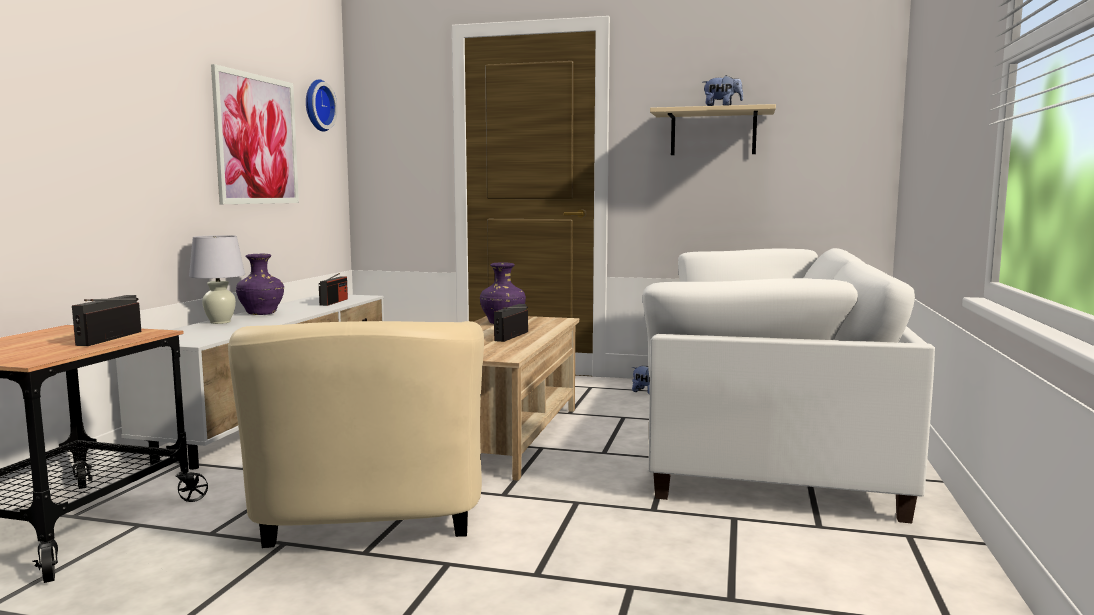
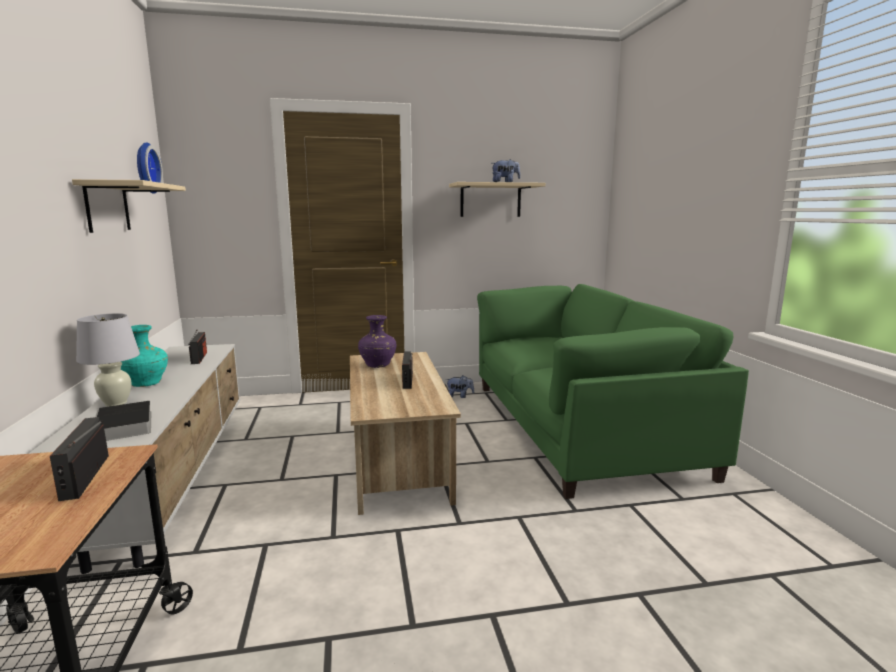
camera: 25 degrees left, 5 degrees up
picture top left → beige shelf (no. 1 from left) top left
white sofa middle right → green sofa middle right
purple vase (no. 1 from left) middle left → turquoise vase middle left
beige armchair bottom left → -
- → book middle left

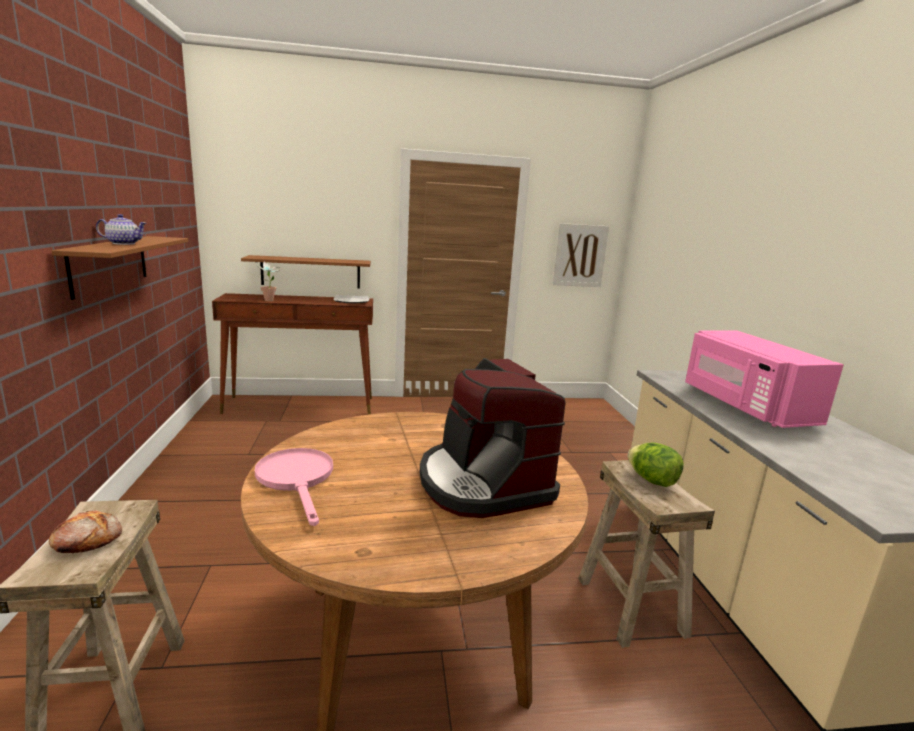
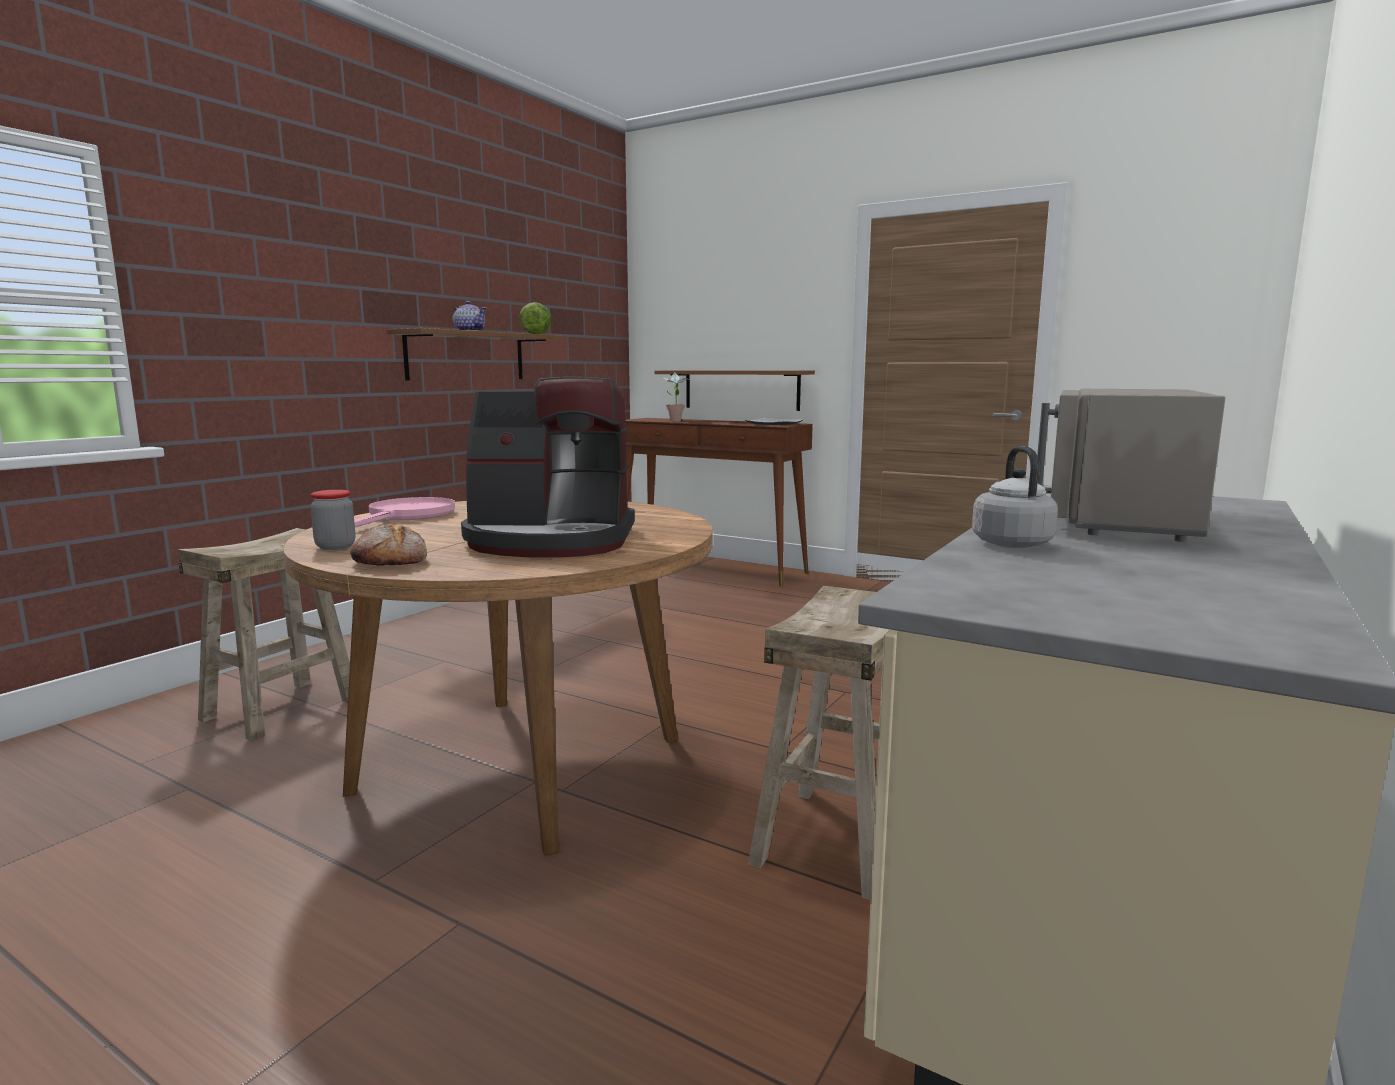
camera: 40 degrees right, 5 degrees down
picture centre → -
pink microwave middle right → grey microwave middle right
coffee machine centre, 105 degrees counterclockwise
lettuce middle right → lettuce top centre, shifted
bread bottom left → bread middle left, shifted
- → grey kettle middle right
- → jar middle left

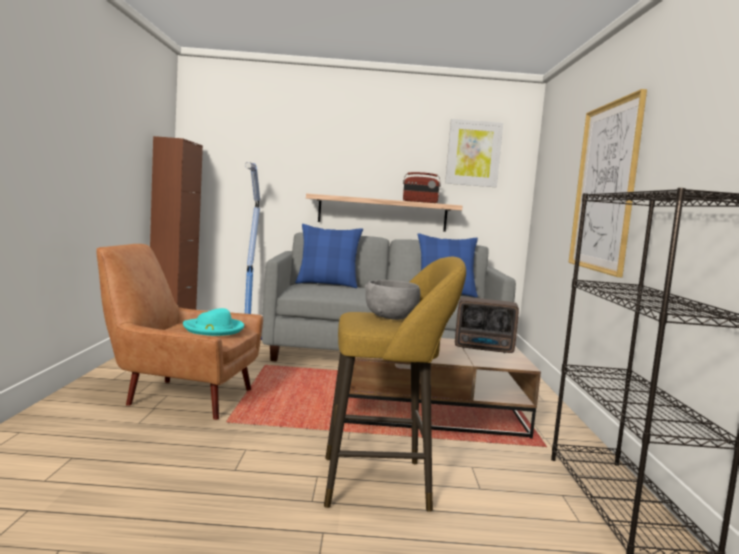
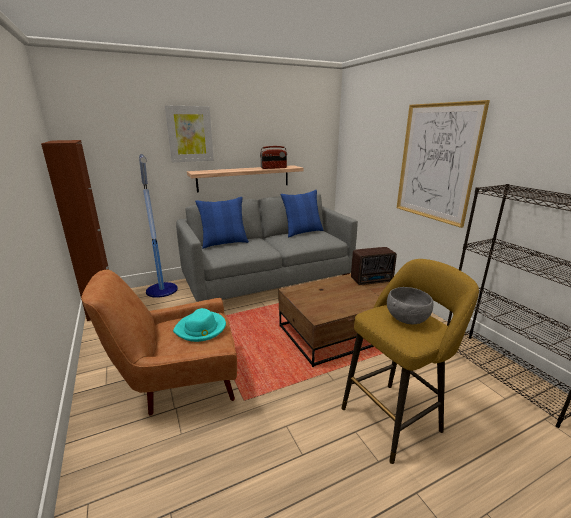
camera: 25 degrees left, 15 degrees up
picture (no. 1 from left) top centre → picture (no. 1 from left) top left, shifted

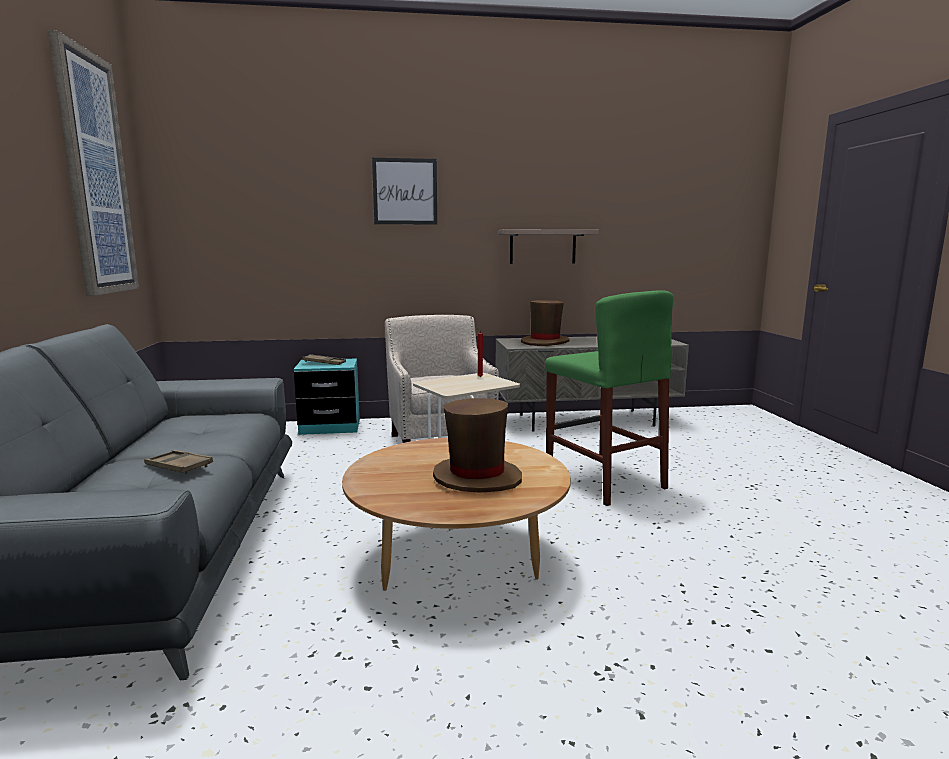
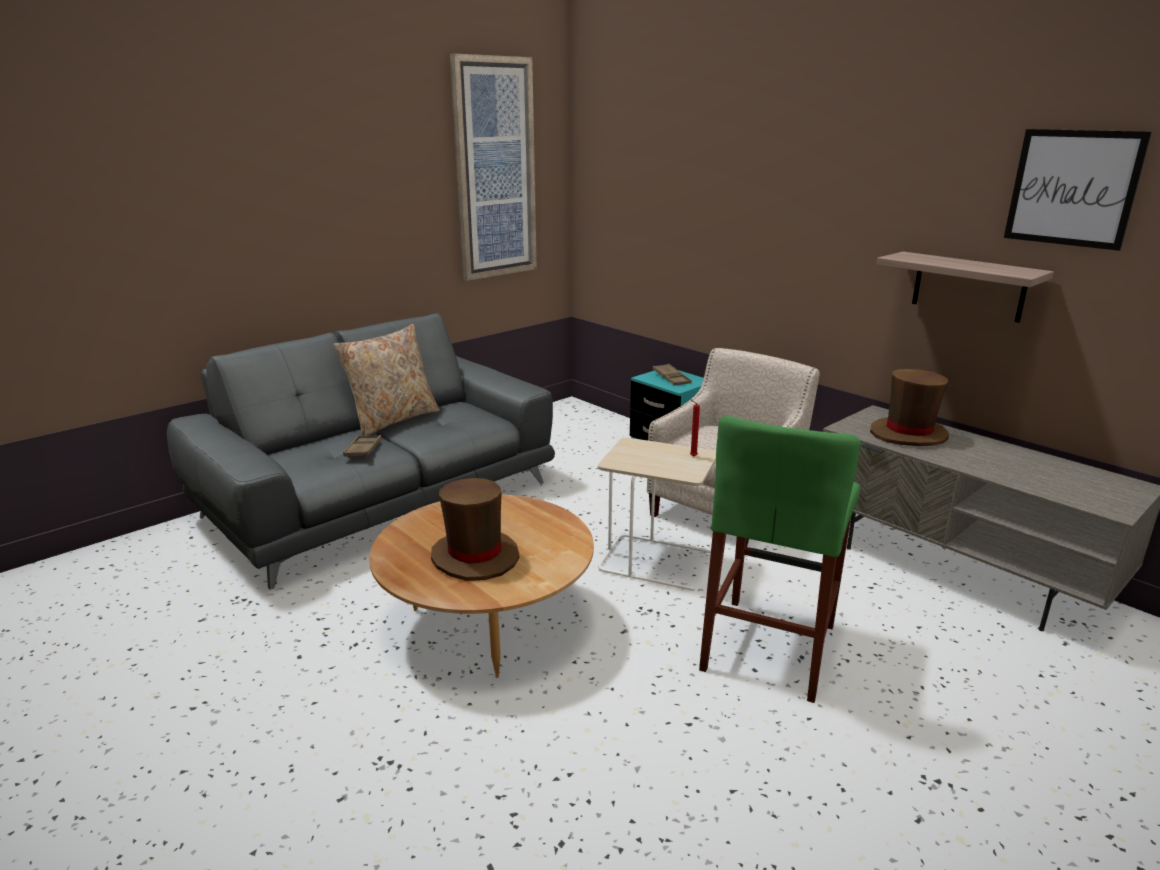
camera: 55 degrees right, 10 degrees up
picture (no. 2 from left) top centre → picture (no. 2 from left) top right, shifted
- → beige pillow middle left

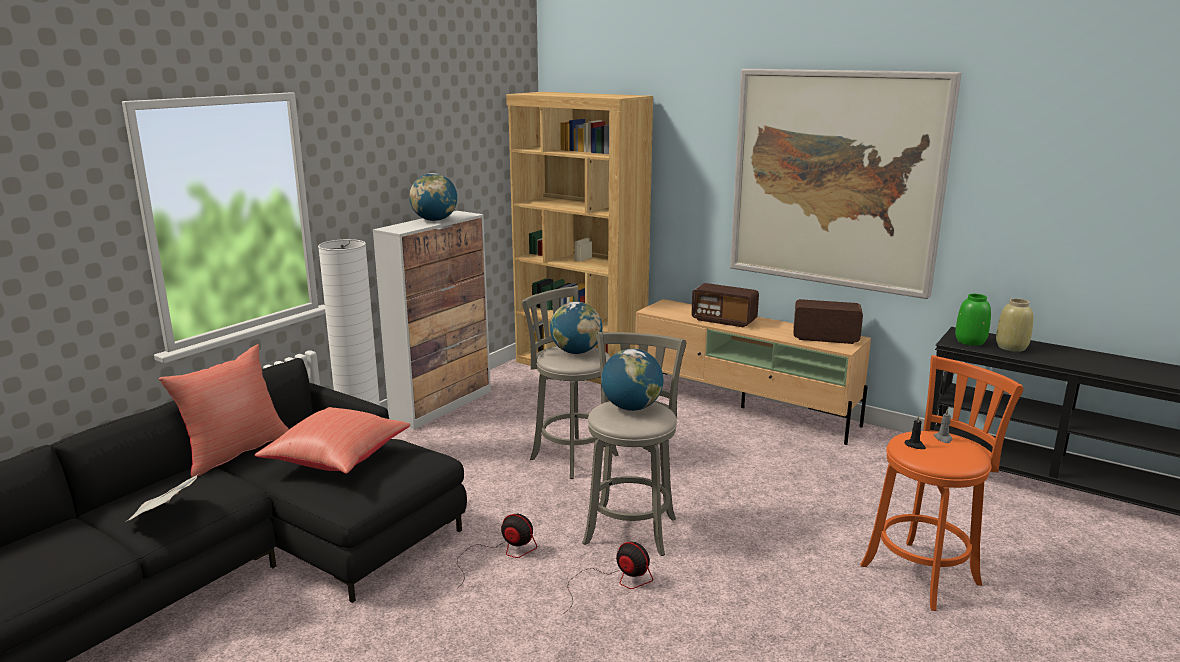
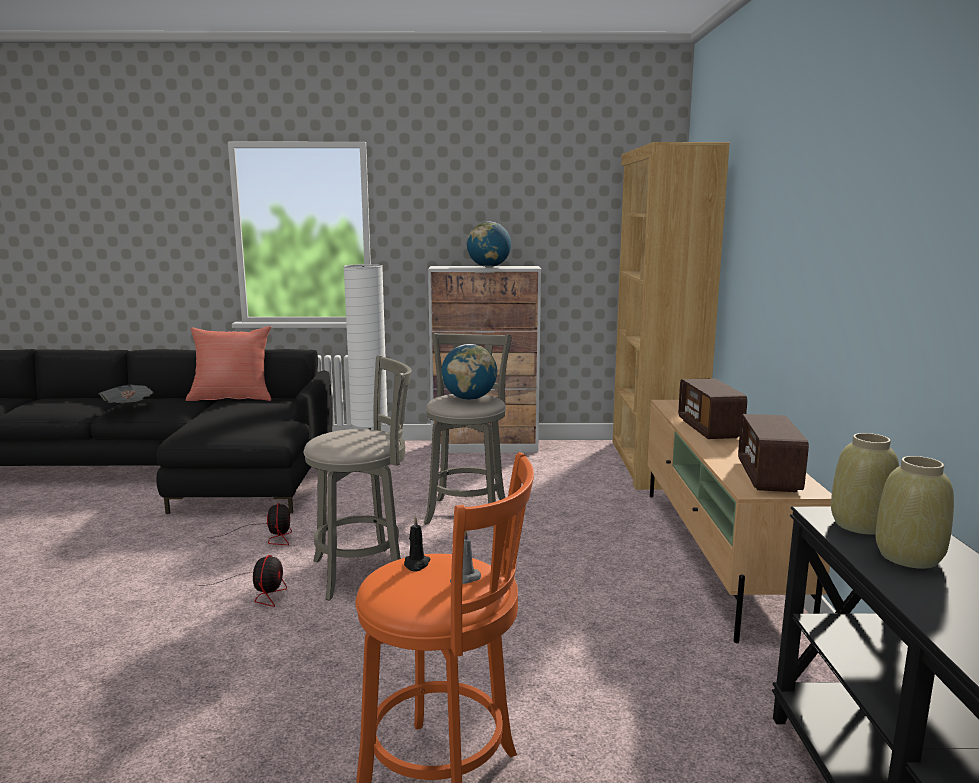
camera: 55 degrees right, 5 degrees down
picture top right → -
green vase middle right → beige vase (no. 1 from left) middle right
radio (no. 2 from left) middle right, 150 degrees counterclockwise
globe (no. 3 from left) centre → -
red pillow (no. 2 from left) middle left → -

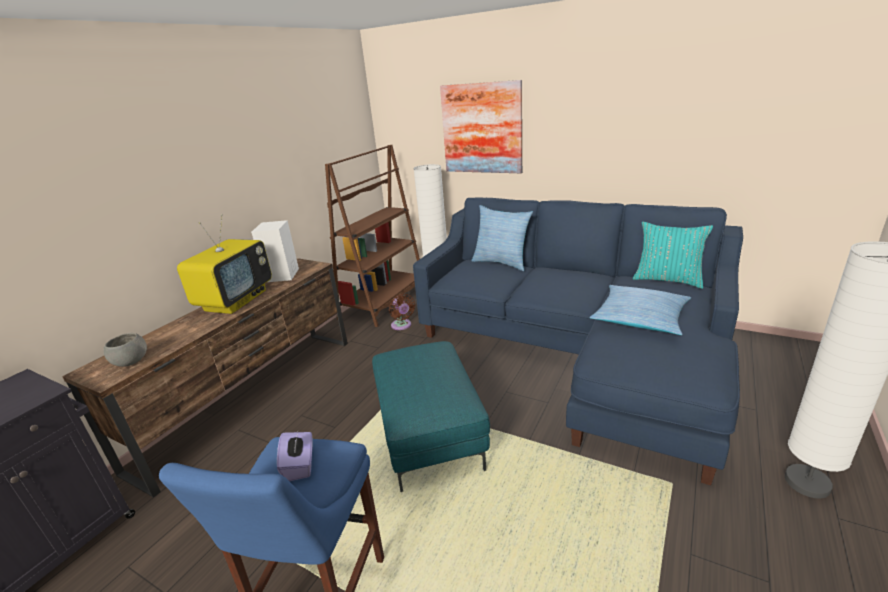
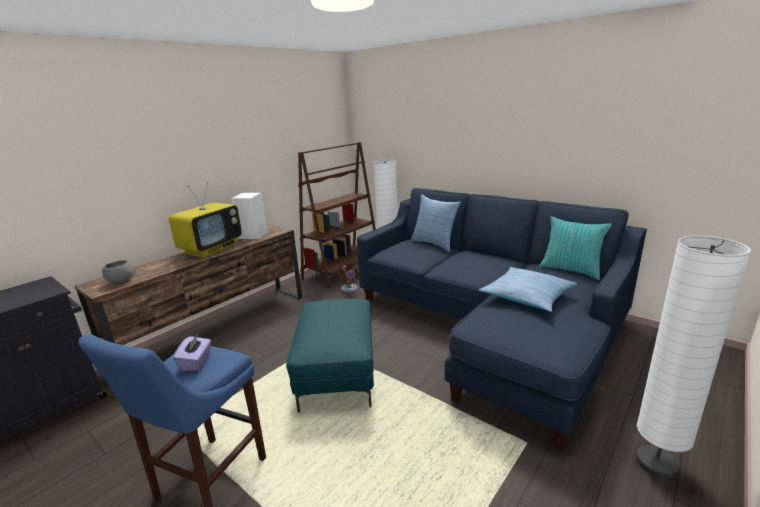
camera: 10 degrees right, 5 degrees down
picture top centre → -

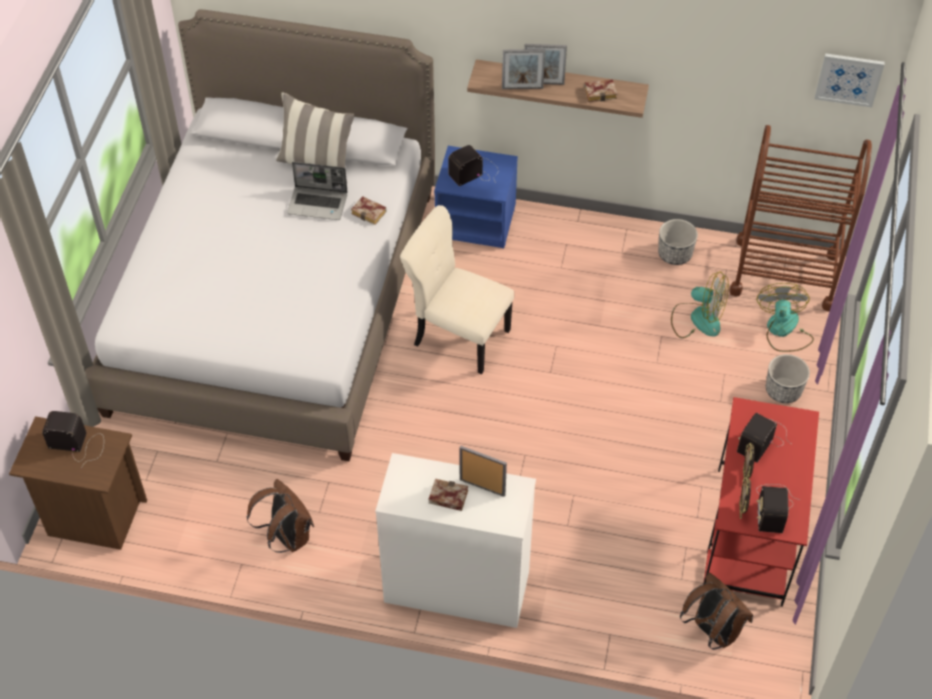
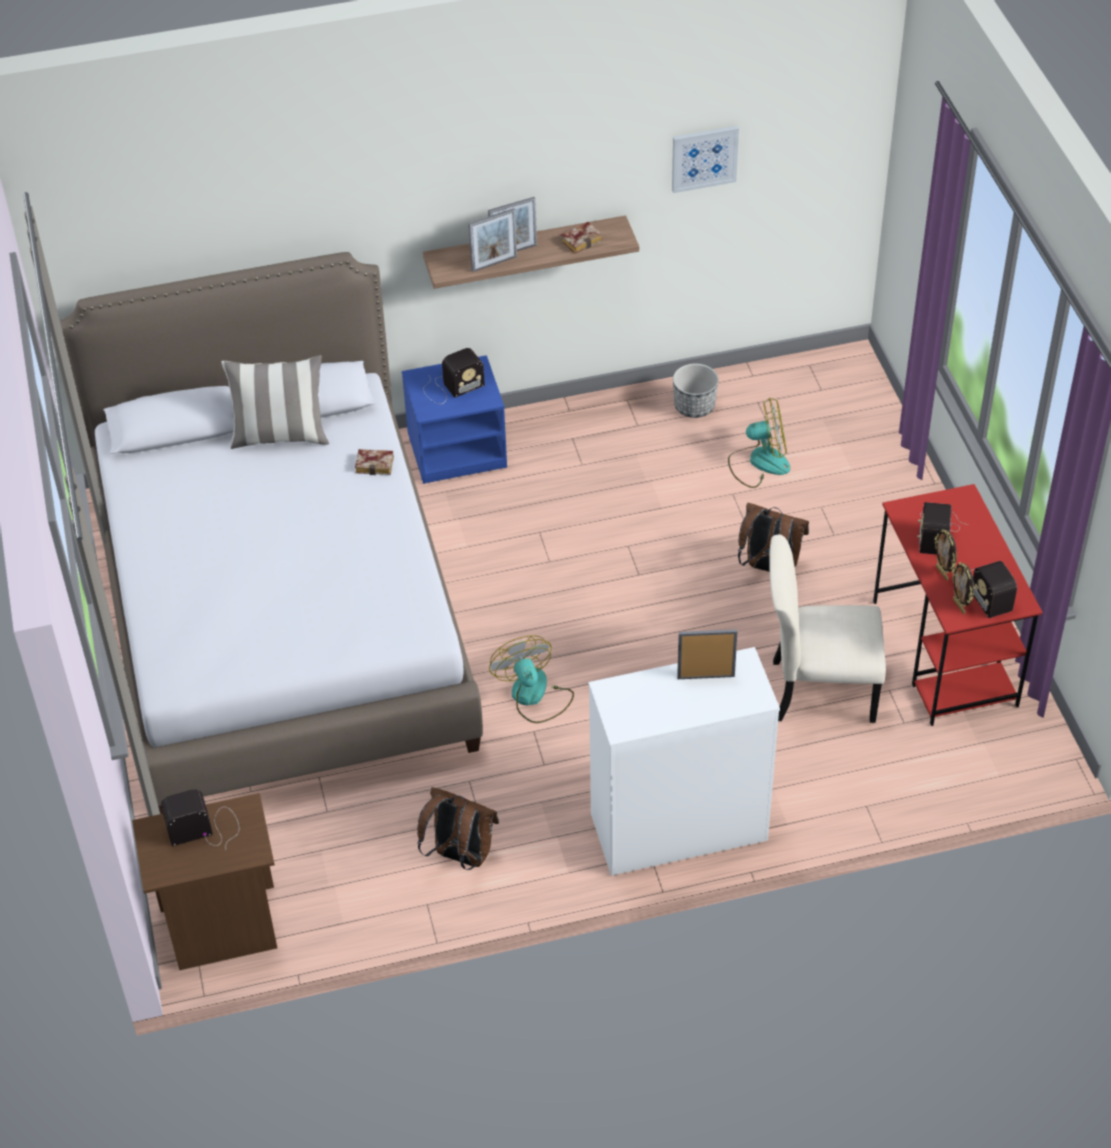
camera: 25 degrees left, 5 degrees down
picture top right → picture top centre, shifted
brown cart top right → -
radio (no. 2 from left) top centre, 150 degrees counterclockwise
laptop top centre → -
beige chair centre → beige chair middle right, shifted
fan (no. 2 from left in the first image) middle right → fan (no. 1 from left) centre, shifted
planter (no. 2 from left) middle right → -
book (no. 2 from left) bottom centre → -
brown backpack (no. 2 from left) bottom right → brown backpack (no. 2 from left) middle right, shifted

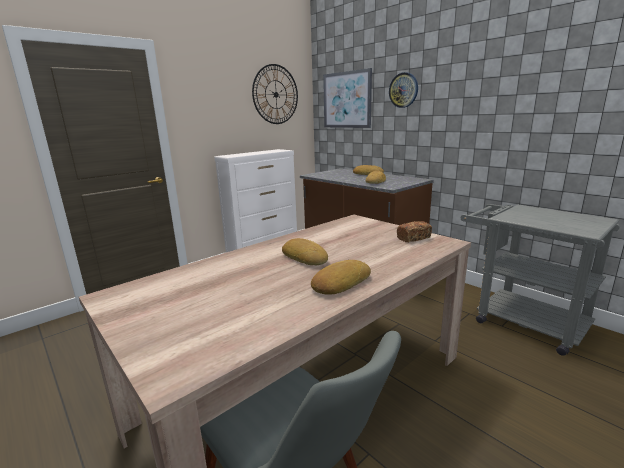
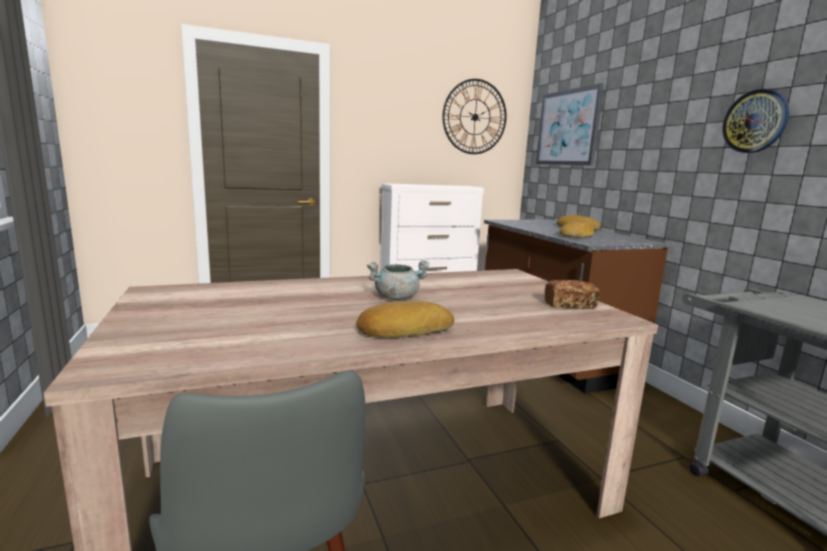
camera: 20 degrees right, 5 degrees down
wall clock (no. 2 from left) top centre → wall clock (no. 2 from left) top right, shifted
bread (no. 1 from left) centre → grey cooking pot centre

